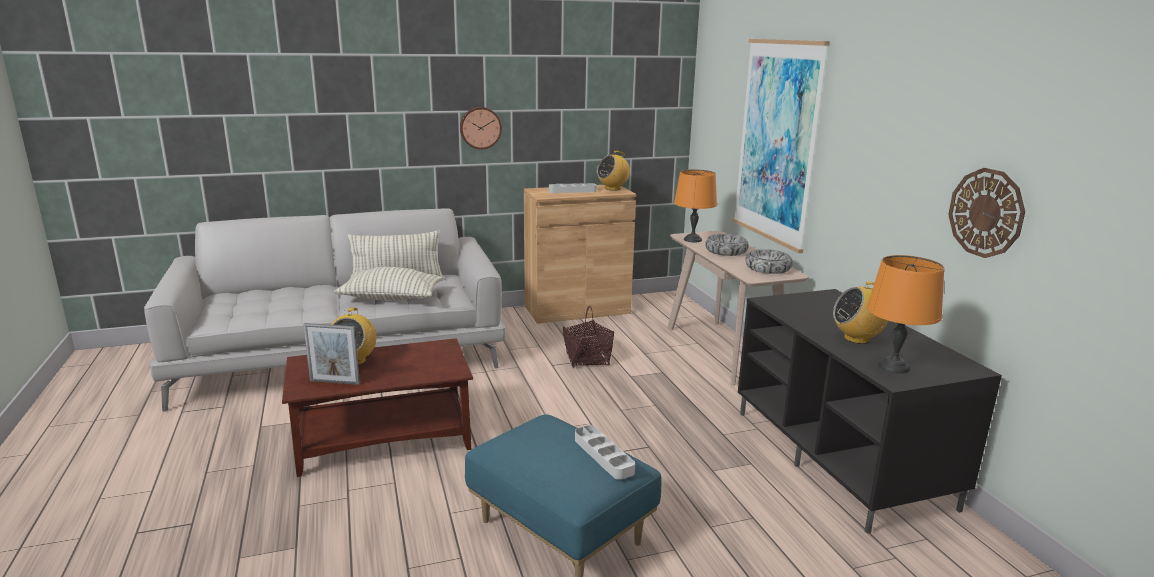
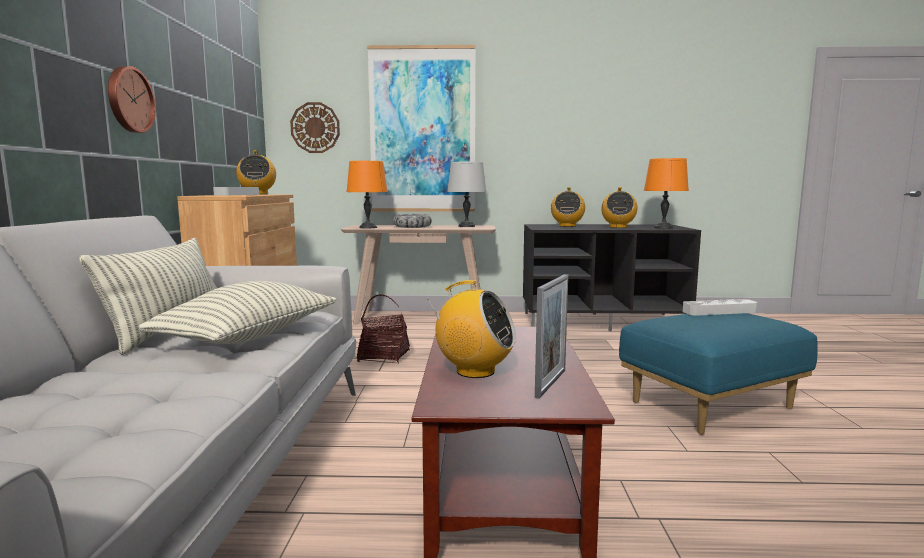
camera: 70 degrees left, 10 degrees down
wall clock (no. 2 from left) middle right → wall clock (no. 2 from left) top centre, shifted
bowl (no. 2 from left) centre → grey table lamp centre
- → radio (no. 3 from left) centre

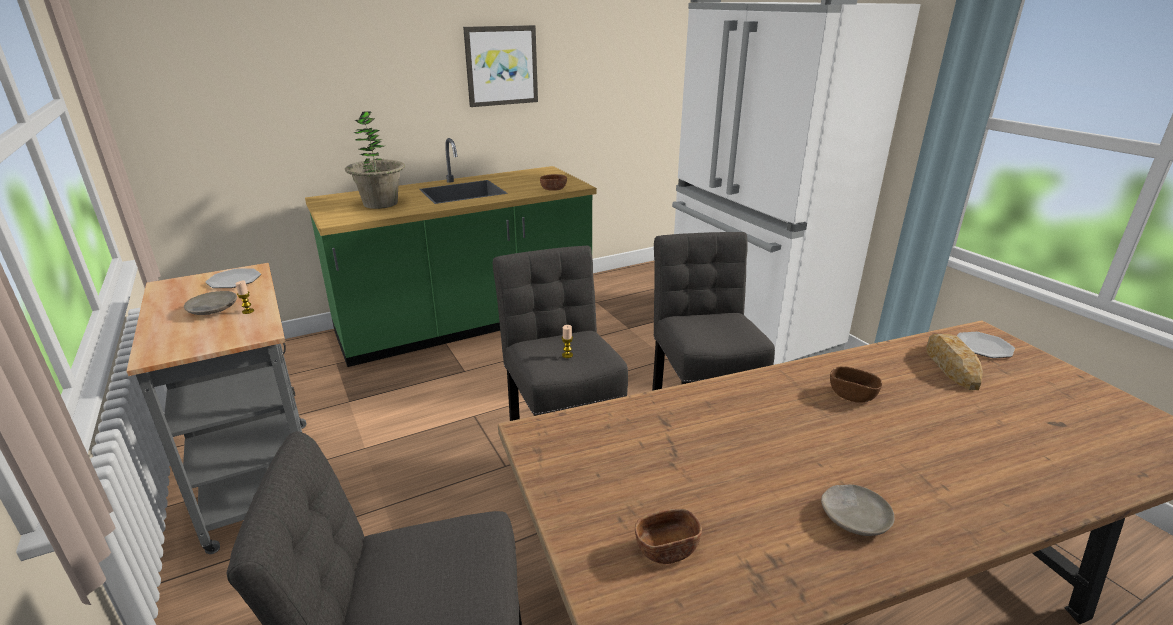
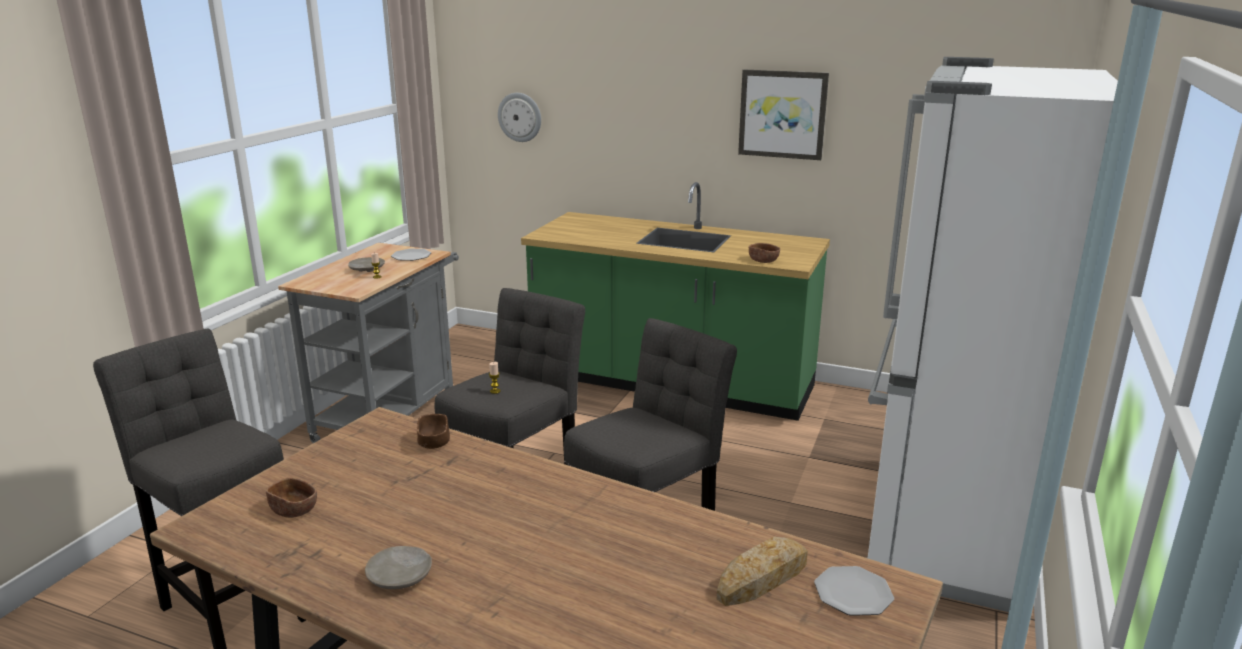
camera: 50 degrees right, 5 degrees down
potted plant top left → -
brown bowl (no. 3 from left in the first image) middle right → brown bowl (no. 2 from left) centre, shifted
- → wall clock top centre

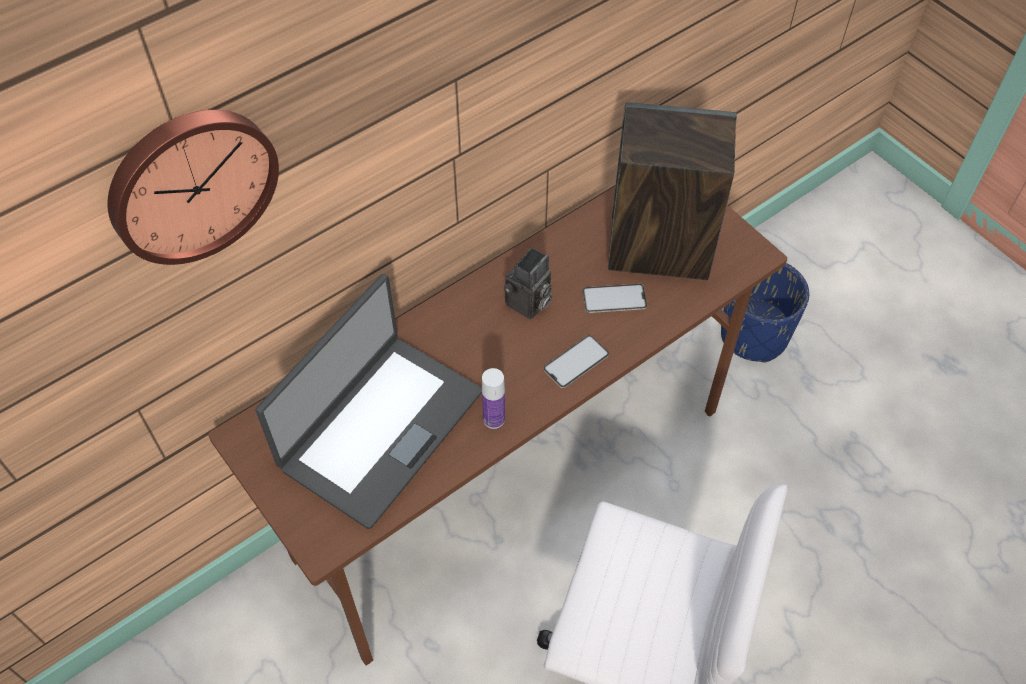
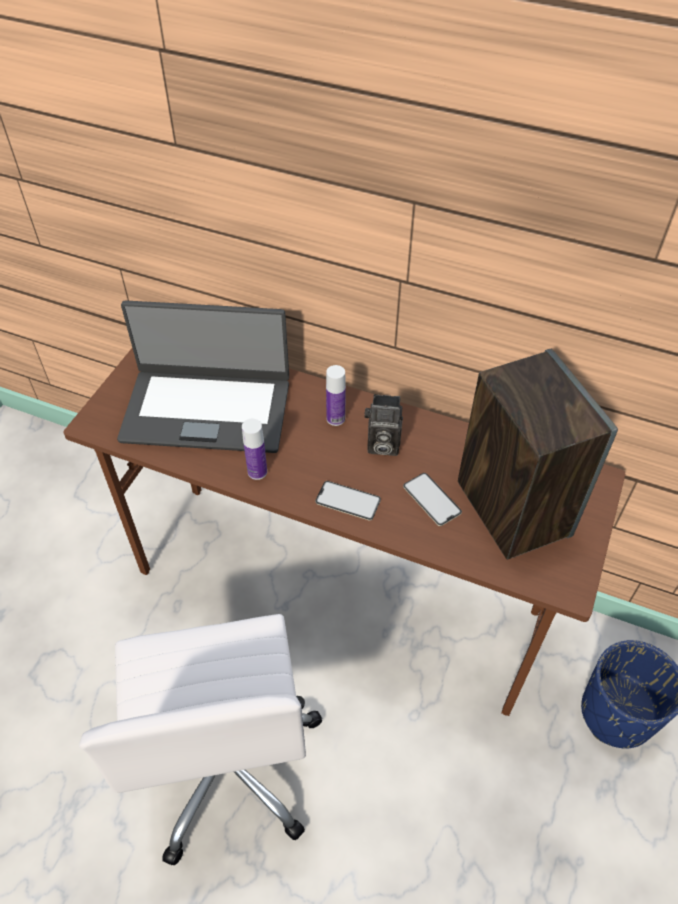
camera: 60 degrees right, 5 degrees down
wall clock top left → -
- → bottle (no. 2 from left) centre

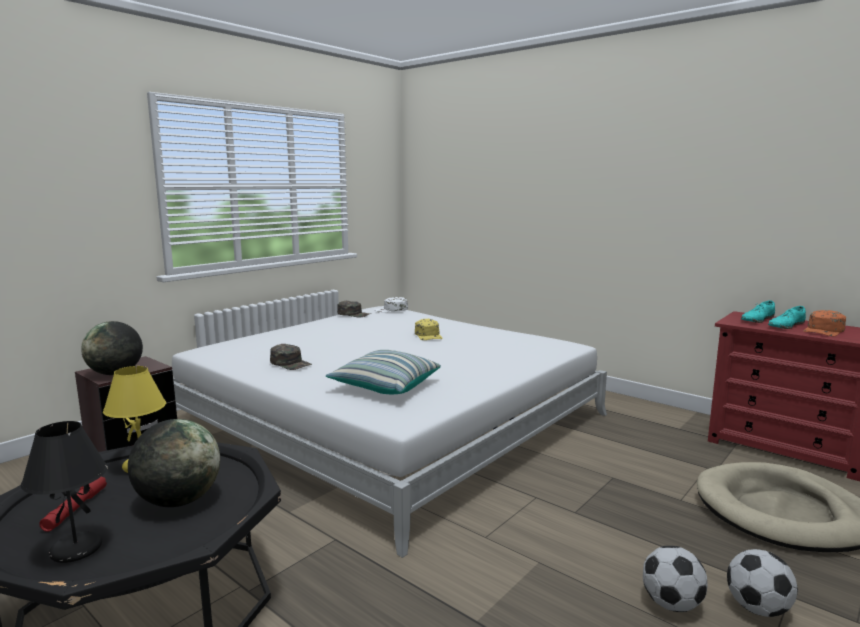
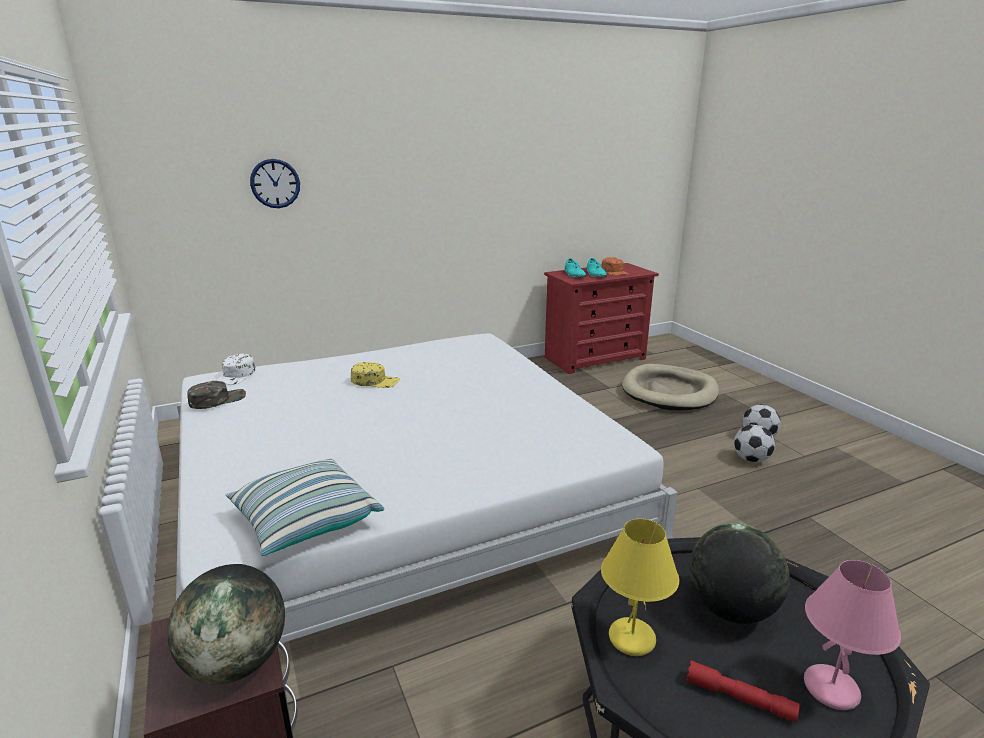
camera: 65 degrees left, 10 degrees up
green cap (no. 1 from left) centre → -
pillow centre → pillow bottom left, shifted
black table lamp bottom left → pink table lamp bottom right
- → wall clock top left

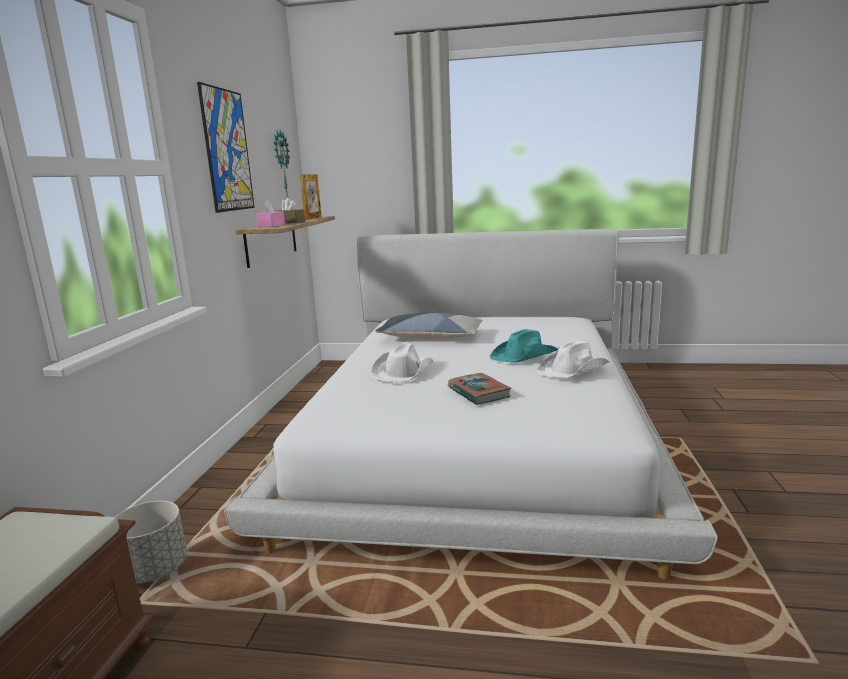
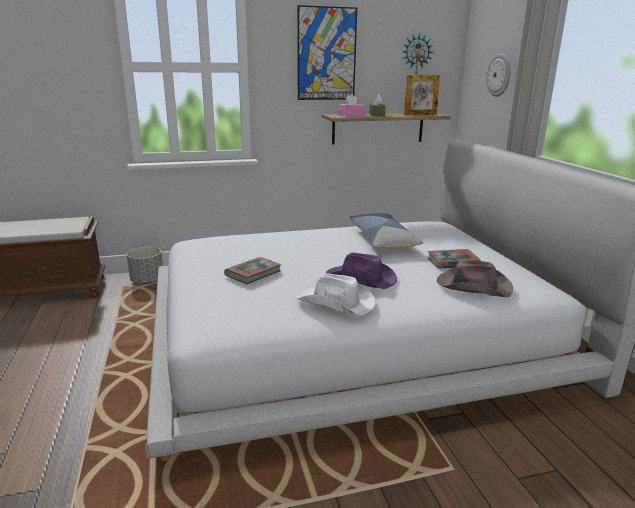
camera: 65 degrees right, 5 degrees up
turquoise hat centre → purple hat centre
white hat (no. 1 from left) centre → -
- → wall clock (no. 2 from left) top right
- → book (no. 2 from left) middle right
- → brown hat middle right

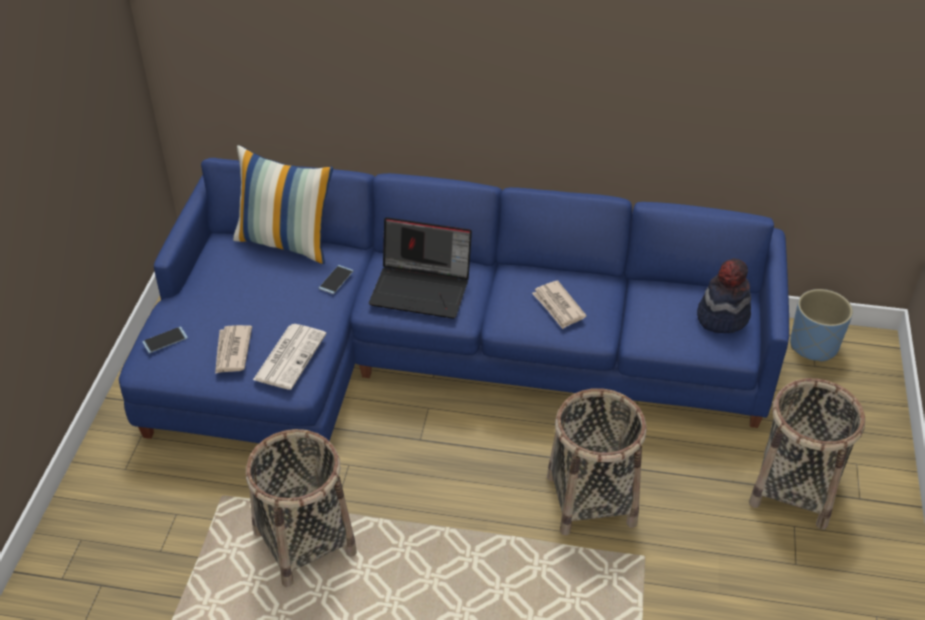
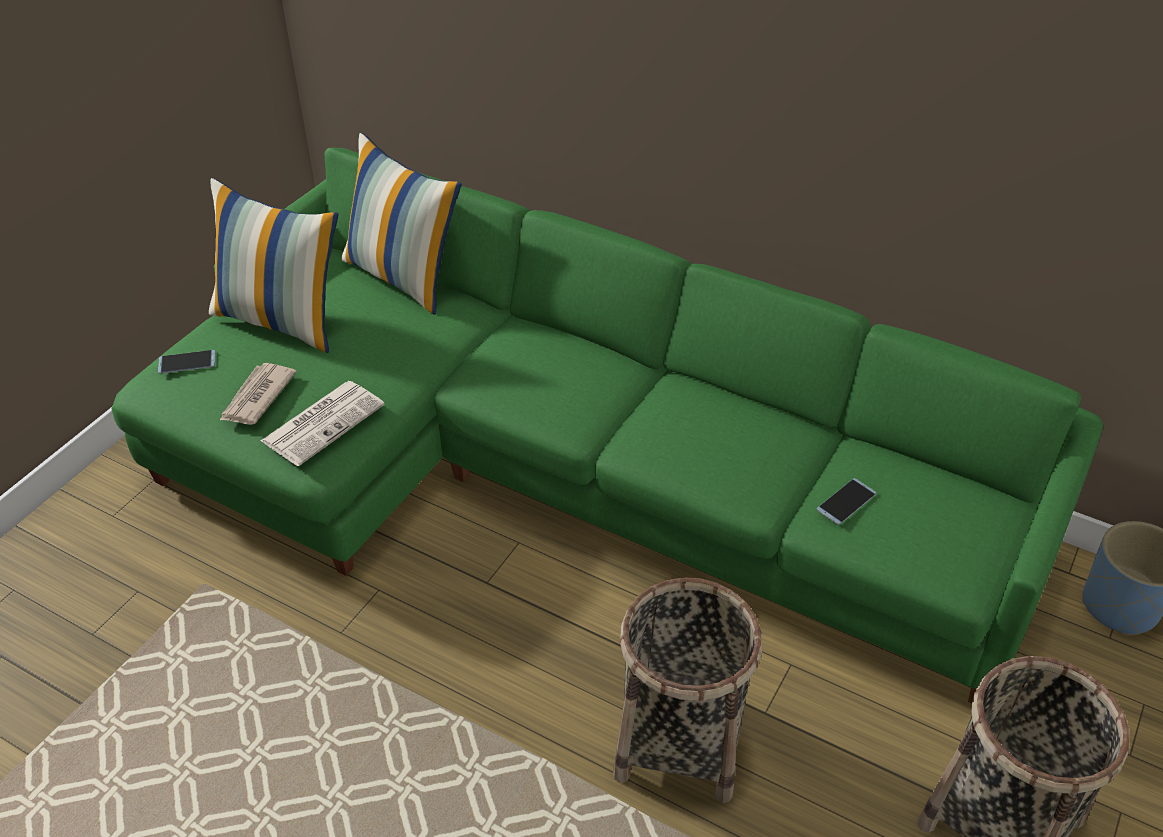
camera: 20 degrees right, 0 degrees up
blue sofa centre → green sofa centre
laptop centre → -
hat middle right → -
phone (no. 2 from left) centre → phone (no. 2 from left) middle right, shifted
newspaper (no. 3 from left) centre → -
basket (no. 1 from left) bottom left → -
- → pillow (no. 1 from left) top left

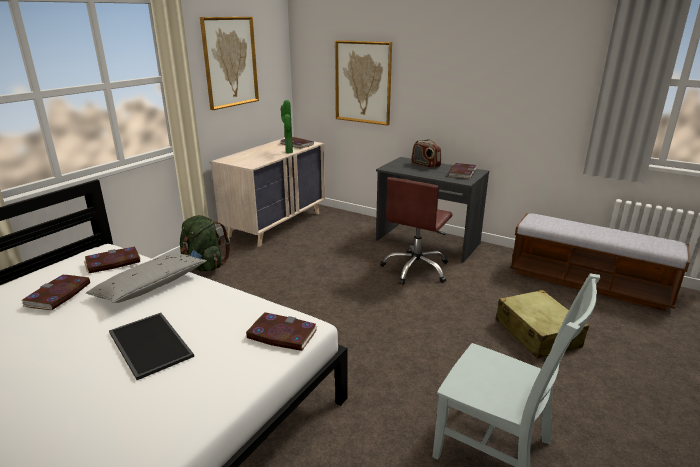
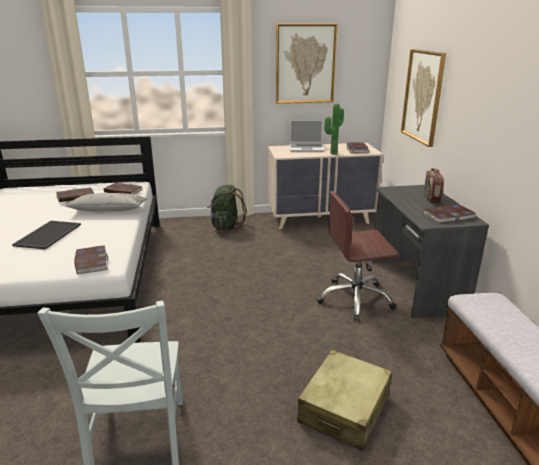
camera: 50 degrees right, 0 degrees up
- → laptop top centre

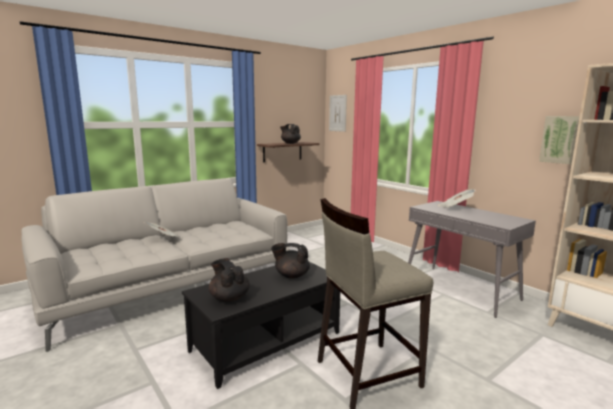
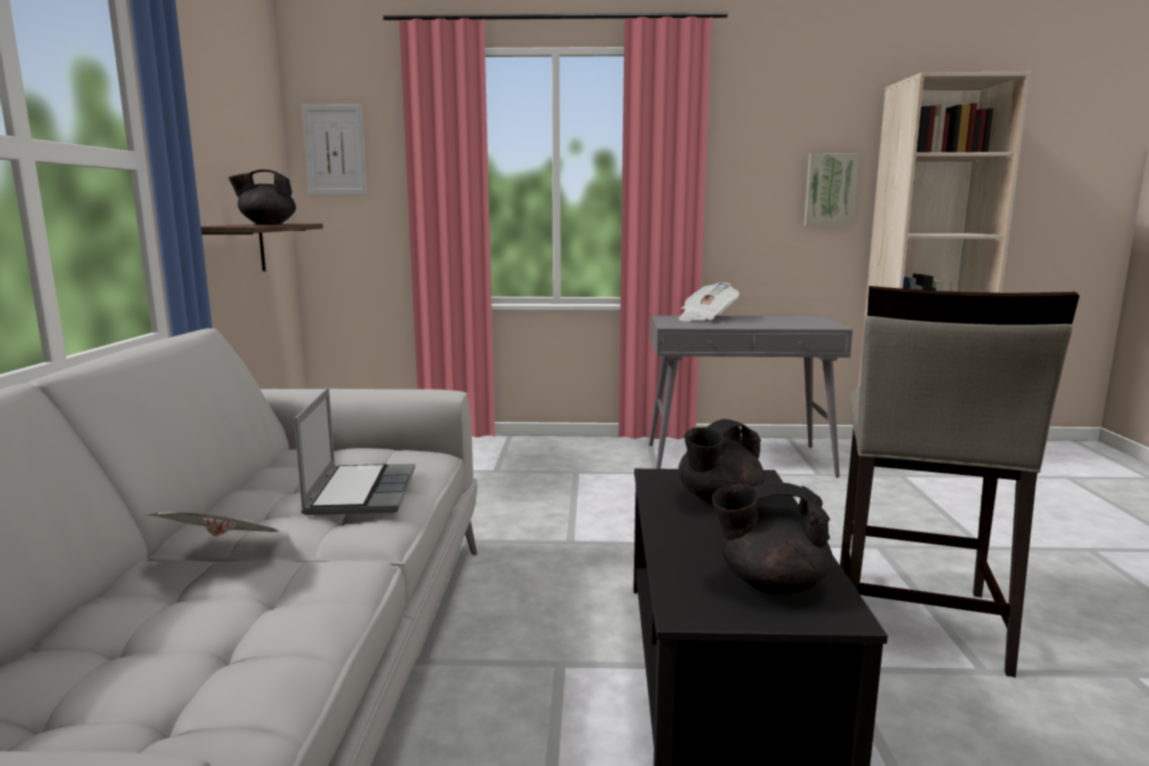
camera: 50 degrees left, 0 degrees up
- → laptop middle left

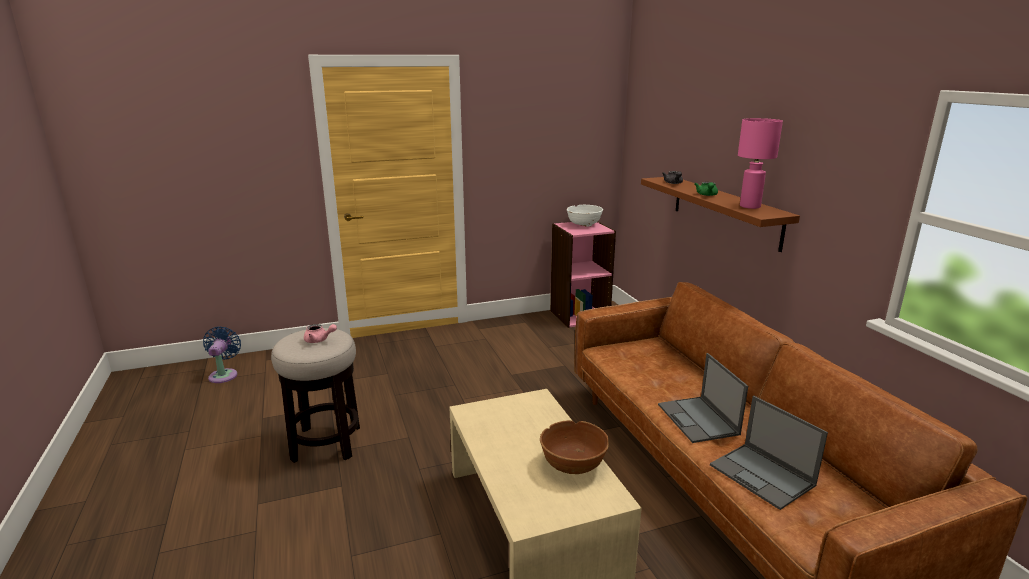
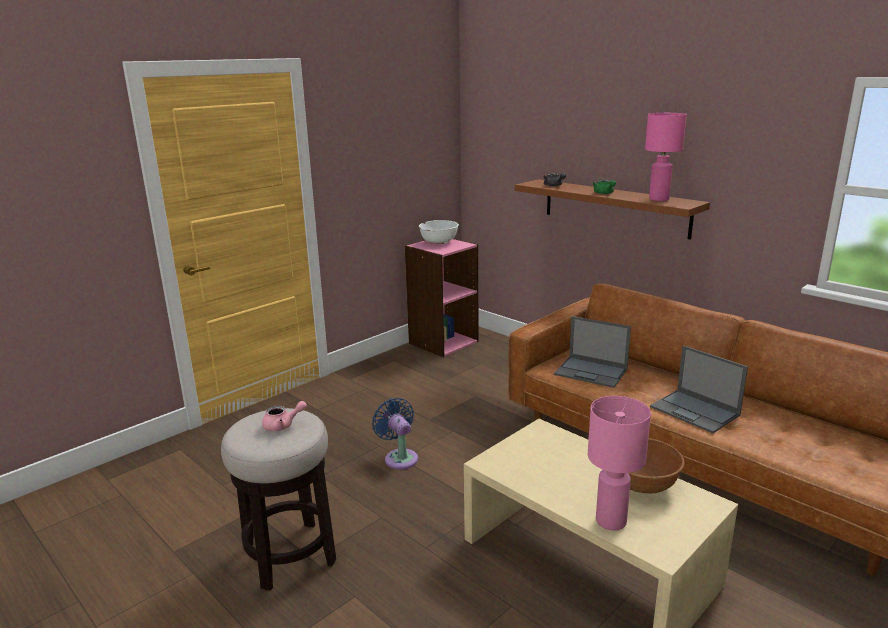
camera: 25 degrees left, 0 degrees up
blue fan middle left → blue fan bottom centre, shifted
laptop (no. 2 from left in the first image) bottom right → laptop (no. 1 from left) middle right, shifted
- → pink table lamp (no. 1 from left) bottom right

